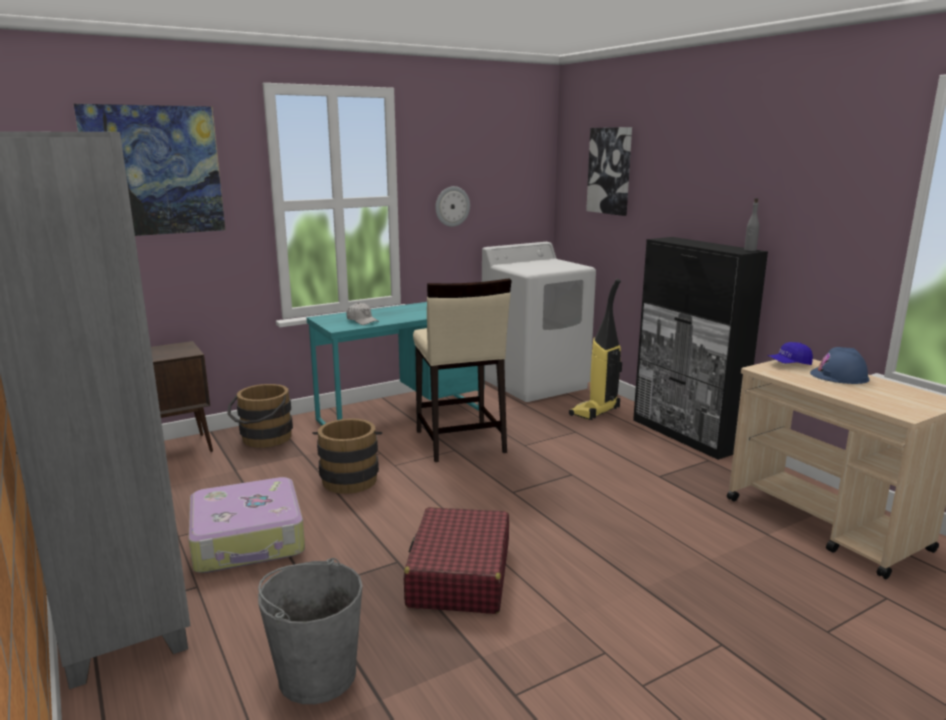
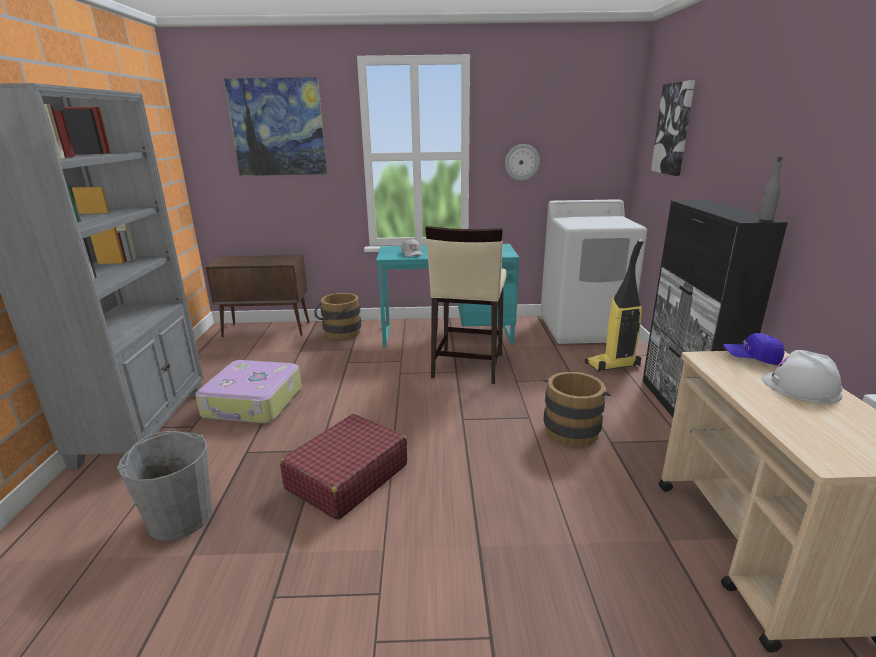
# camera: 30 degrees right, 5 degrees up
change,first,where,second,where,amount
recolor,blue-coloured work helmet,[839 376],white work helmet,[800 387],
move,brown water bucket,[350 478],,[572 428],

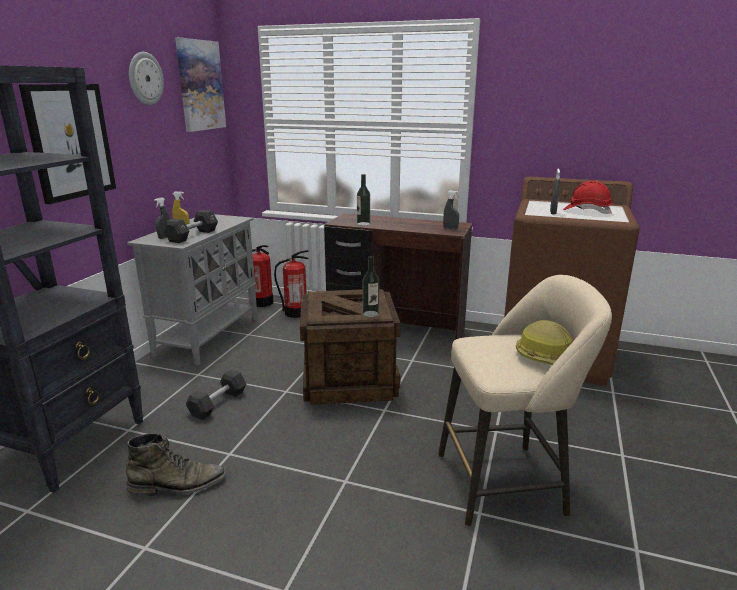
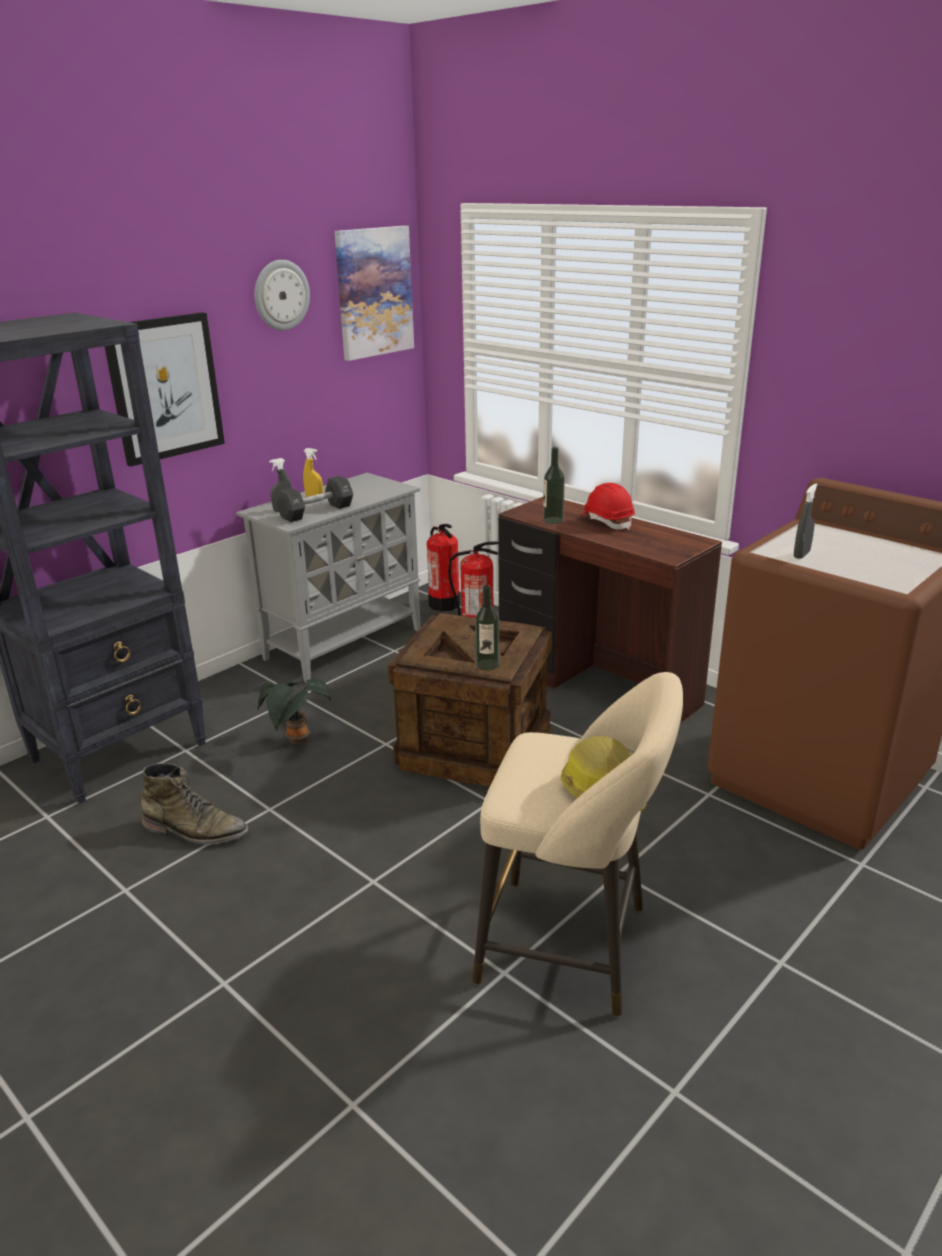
# camera: 25 degrees right, 5 degrees up
change,first,where,second,where,amount
move,red work helmet,[586 211],,[606 521],
delete,grey spray bottle,[450 228],,,
replace,black-coloured dumbbell,[218 403],plant in a pot,[297 741],

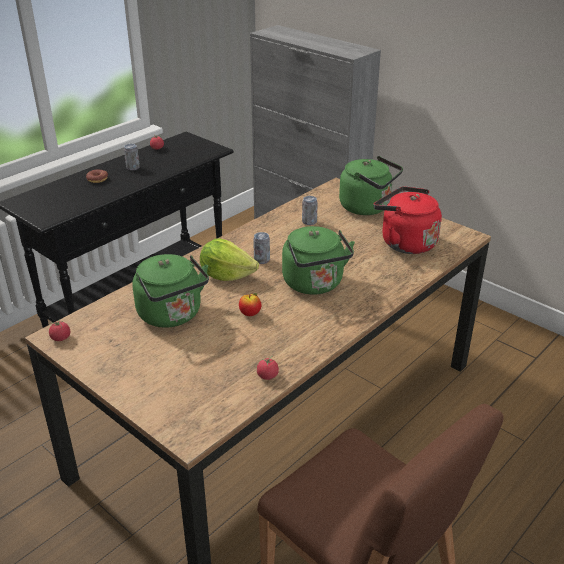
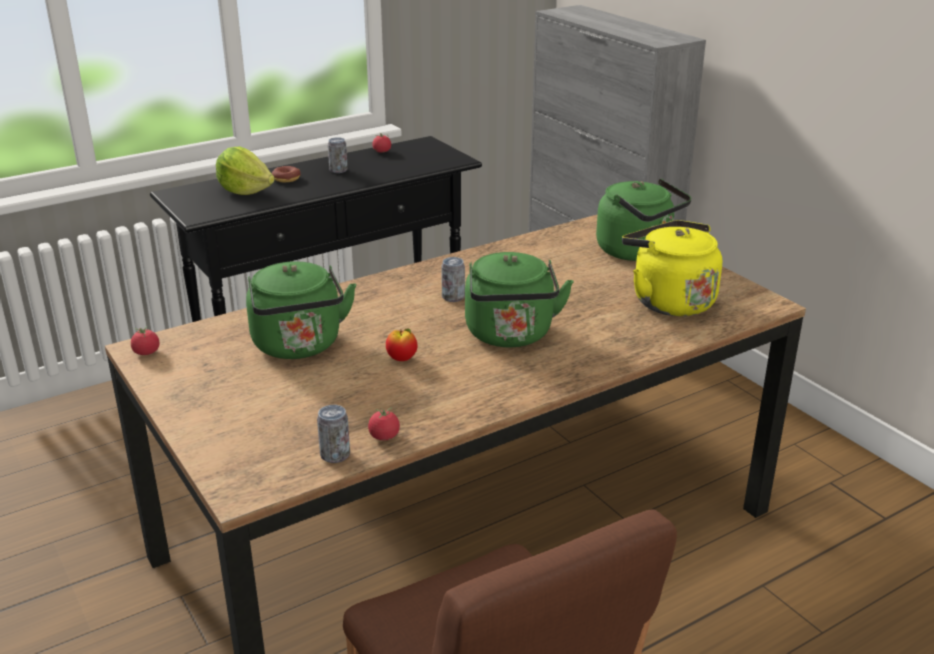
# camera: 15 degrees right, 5 degrees down
change,first,where,second,where,amount
recolor,red kettle,[405 242],yellowish kettle,[668 301],
move,metal can,[309 222],,[335 455],
move,head of lettuce,[226 275],,[245 191],

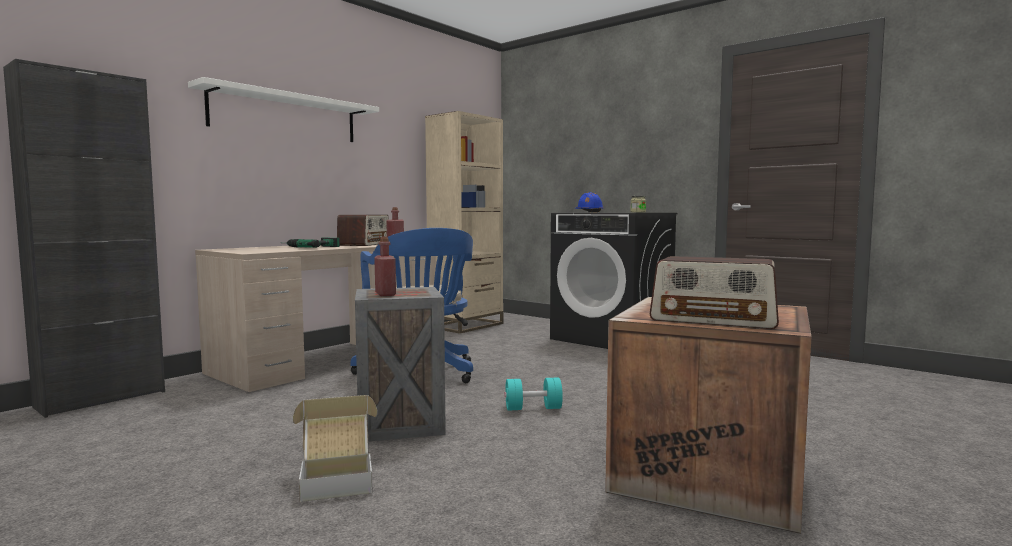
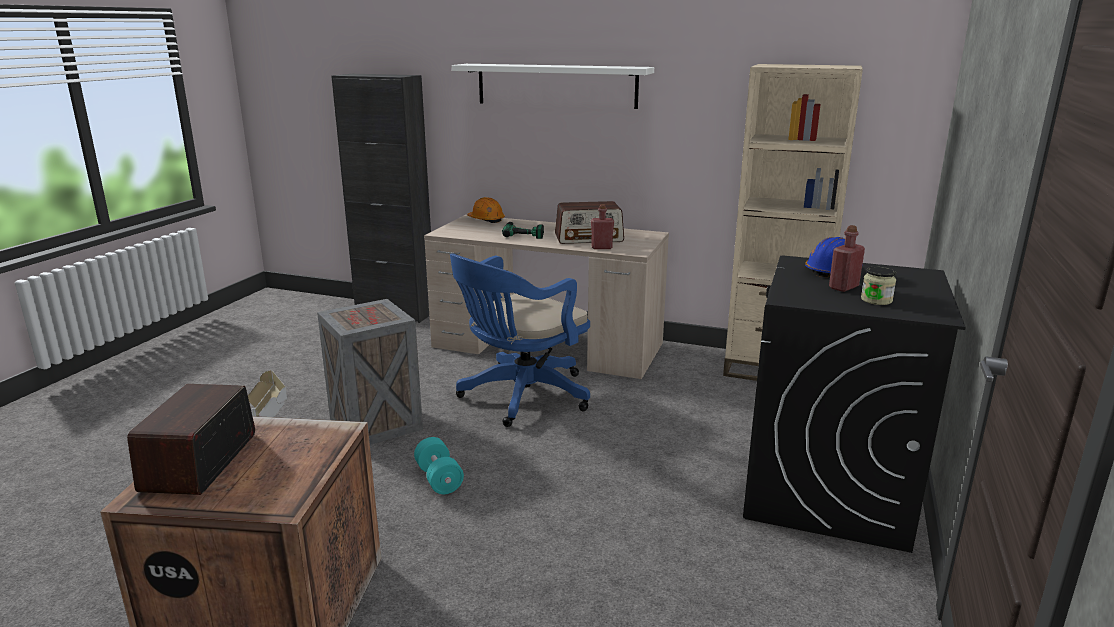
# camera: 70 degrees right, 15 degrees up
change,first,where,second,where,amount
move,red drink bottle,[385 294],,[843 287],
insert,,,orange-coloured work helmet,[486 220],

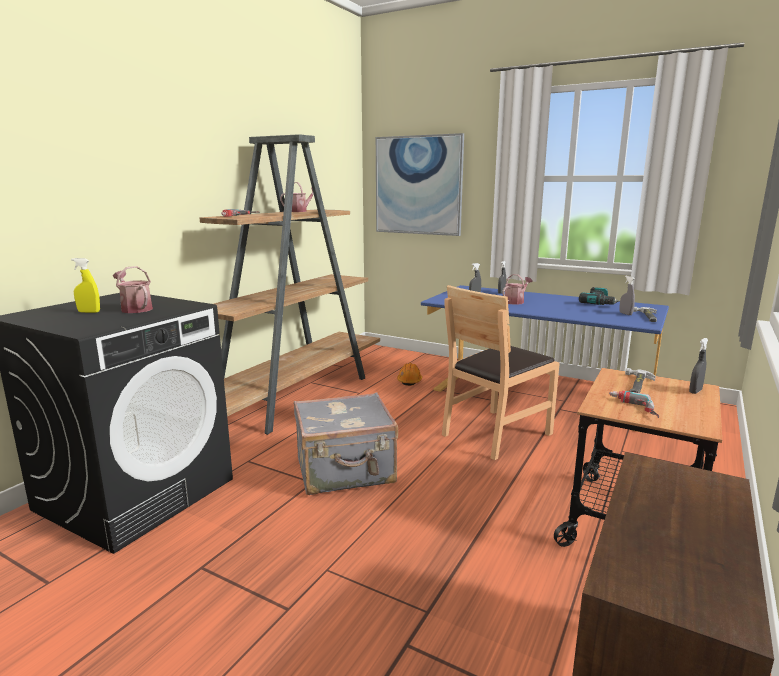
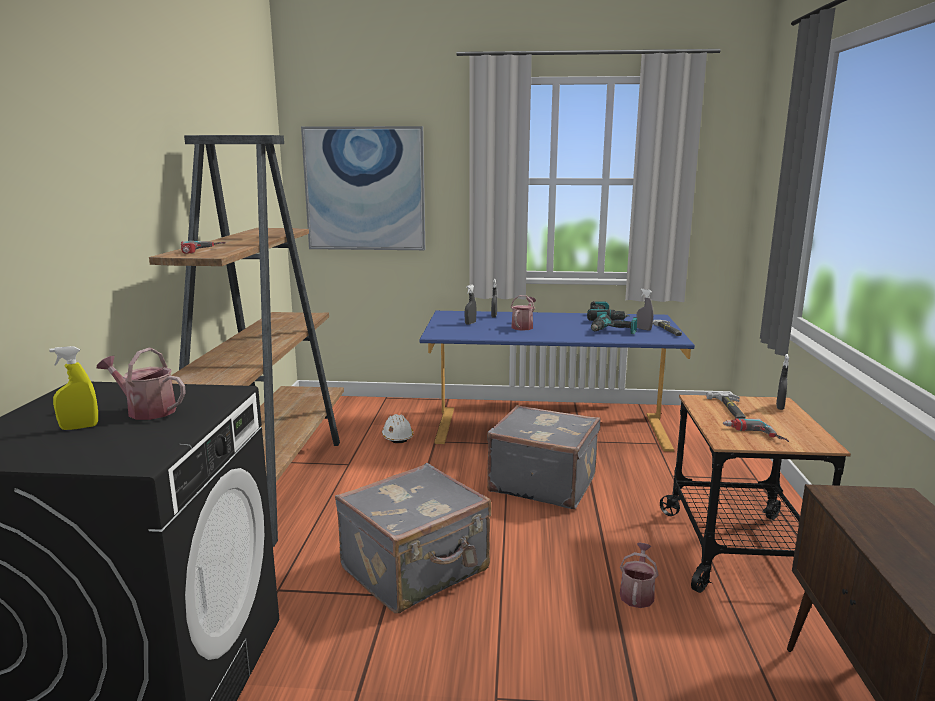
# camera: 25 degrees left, 0 degrees up
change,first,where,second,where,amount
move,sprinkling can,[299 211],,[637 593],
replace,brown plain chair,[495 433],grey suitcase,[543 483],
recolor,orange-coloured work helmet,[409 381],white work helmet,[397 437],
insert,,,power drill,[613 332],

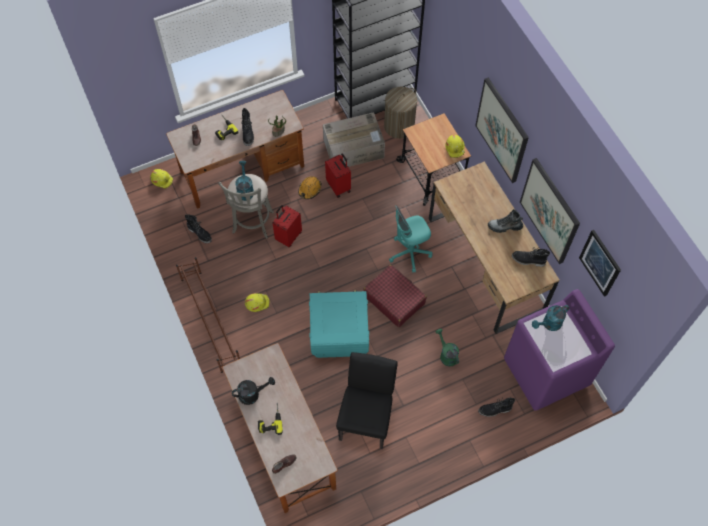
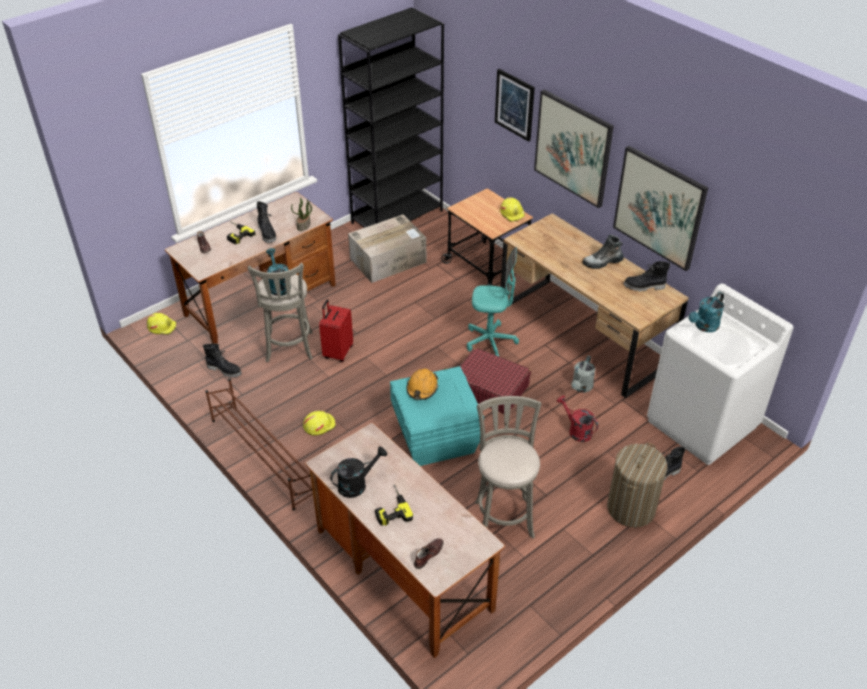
# camera: 15 degrees left, 20 degrees down
change,first,where,second,where,amount
move,washing basket,[399 126],,[631 508],
delete,red suitcase,[339 186],,,
move,orange-coloured work helmet,[309 189],,[422 388],
rotate,turquoise-coloured office chair,[409 253],,[490 341],135 degrees counterclockwise
move,wall art,[600 263],,[515 104],
recolor,purple laundry machine,[546 372],white laundry machine,[702 424],
recolor,greenish sprinkling can,[446 354],red sprinkling can,[576 430],
replace,black-coloured plain chair,[367 416],grey stool,[504 516],
insert,,,grey sprinkling can,[581 387],

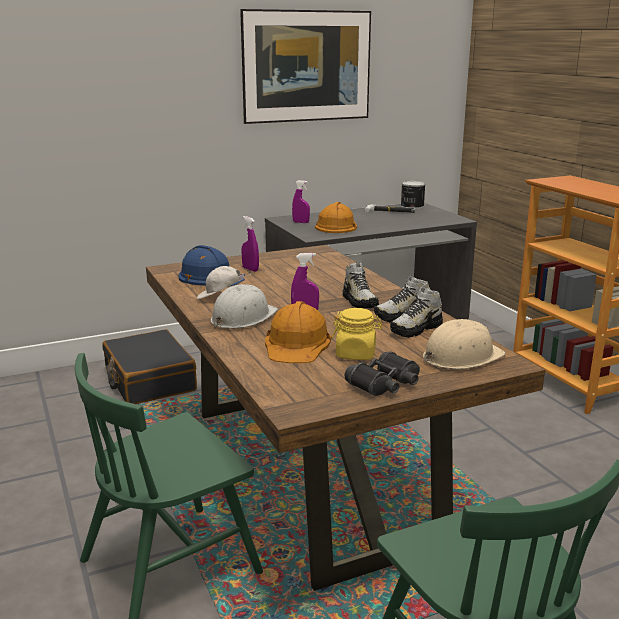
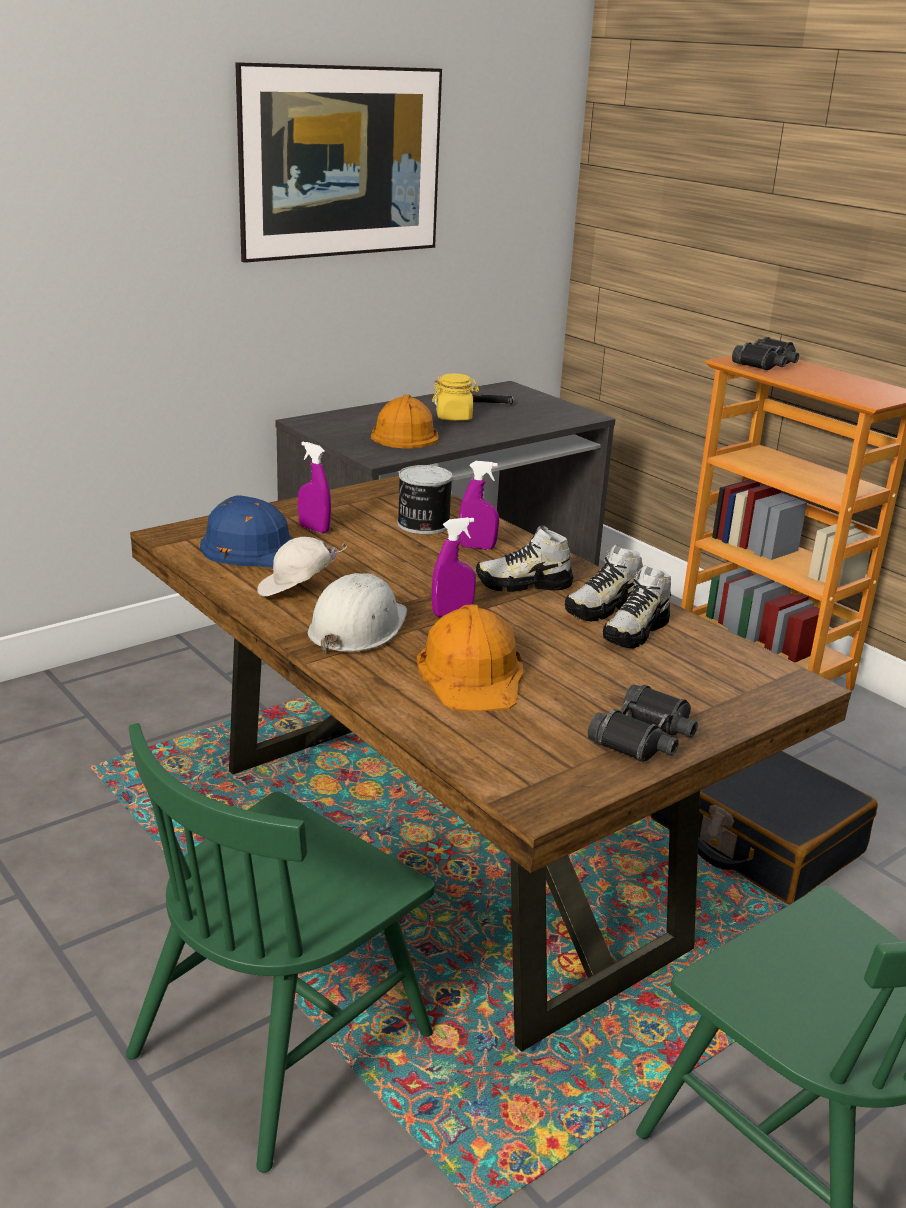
# camera: 15 degrees left, 5 degrees up
change,first,where,second,where,amount
move,purple spray bottle,[301 222],,[477 547],
move,metal can,[411 206],,[422 524],
rotate,shoe,[359 301],,[523 584],120 degrees clockwise
move,yellowish storage jar,[356 354],,[454 417],
delete,sand-coloured work helmet,[461 357],,,
move,black-coloured suitcase,[149 380],,[754 836],
insert,,,black-coloured binoculars,[766 364],

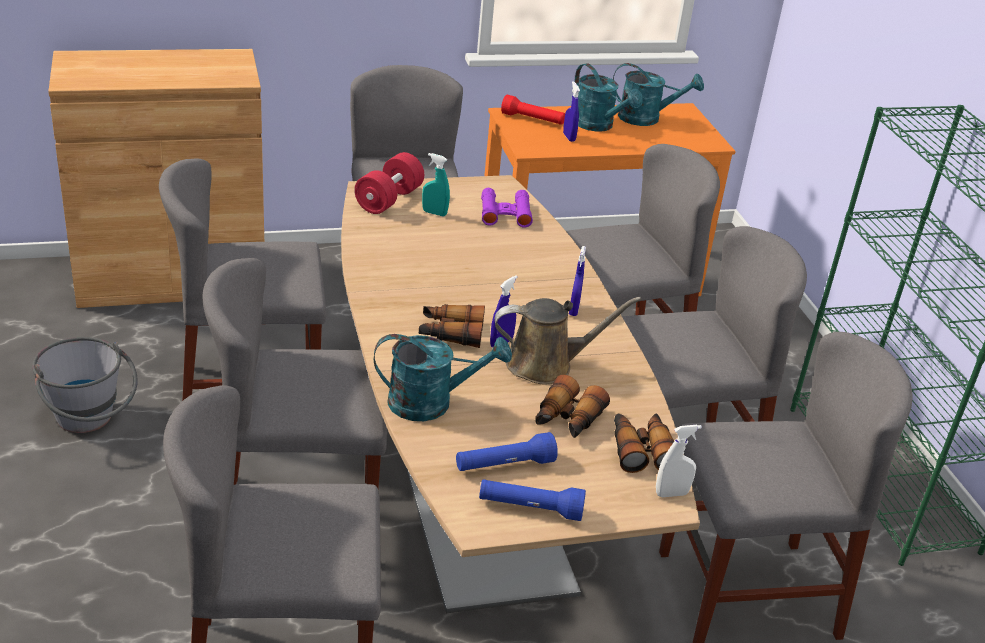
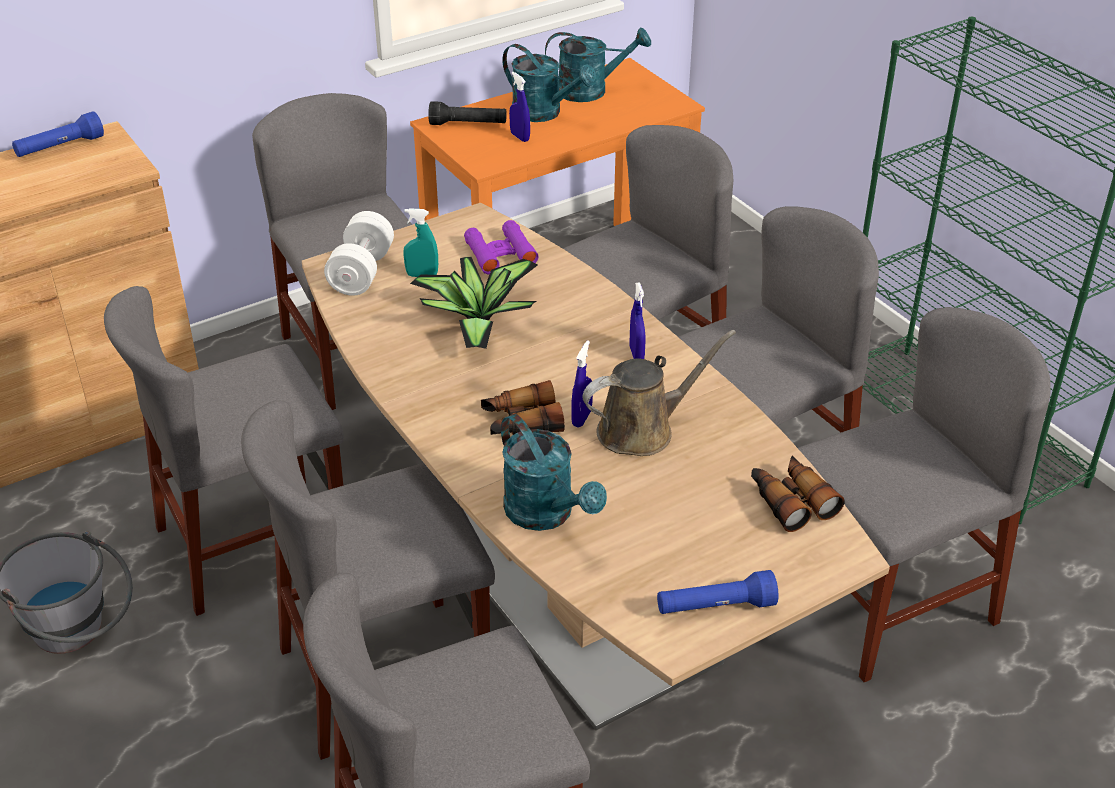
# camera: 15 degrees left, 5 degrees up
change,first,where,second,where,amount
recolor,red hand torch,[532 120],black-coloured hand torch,[468 124],
recolor,red dumbbell,[389 200],white dumbbell,[361 272],
rotate,turquoise-coloured sprinkling can,[431 403],,[547 514],75 degrees clockwise
delete,binoculars,[567 419],,,
delete,white spray bottle,[671 493],,,
move,blue-coloured hand torch,[504 465],,[60 147],
insert,,,plant in a pot,[477 319],

